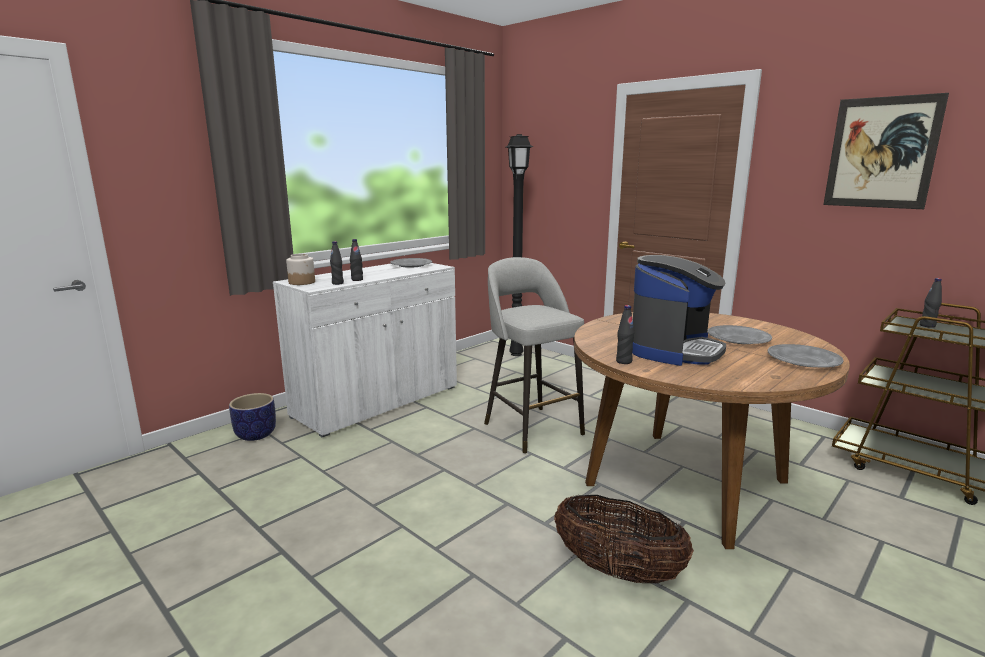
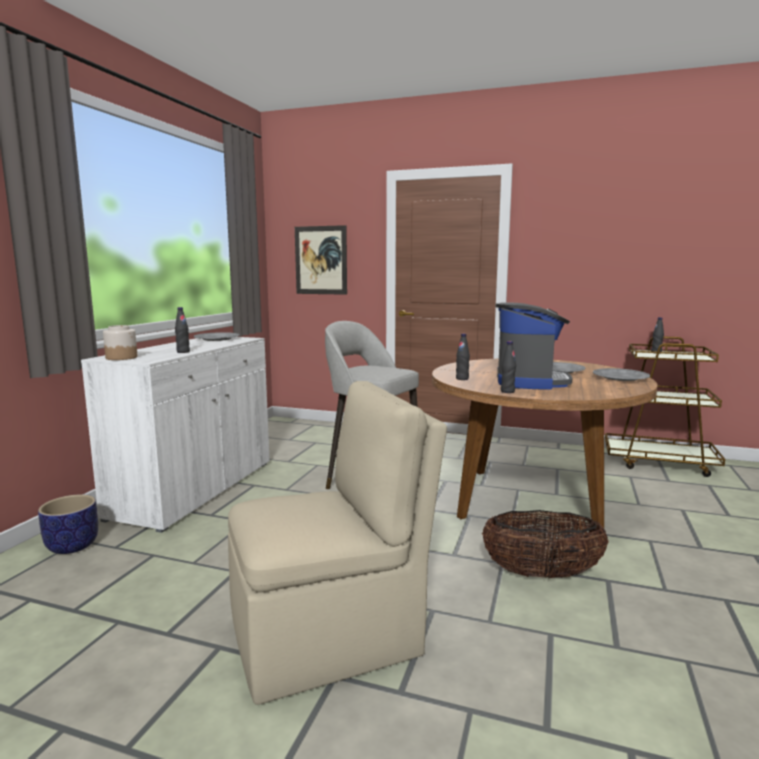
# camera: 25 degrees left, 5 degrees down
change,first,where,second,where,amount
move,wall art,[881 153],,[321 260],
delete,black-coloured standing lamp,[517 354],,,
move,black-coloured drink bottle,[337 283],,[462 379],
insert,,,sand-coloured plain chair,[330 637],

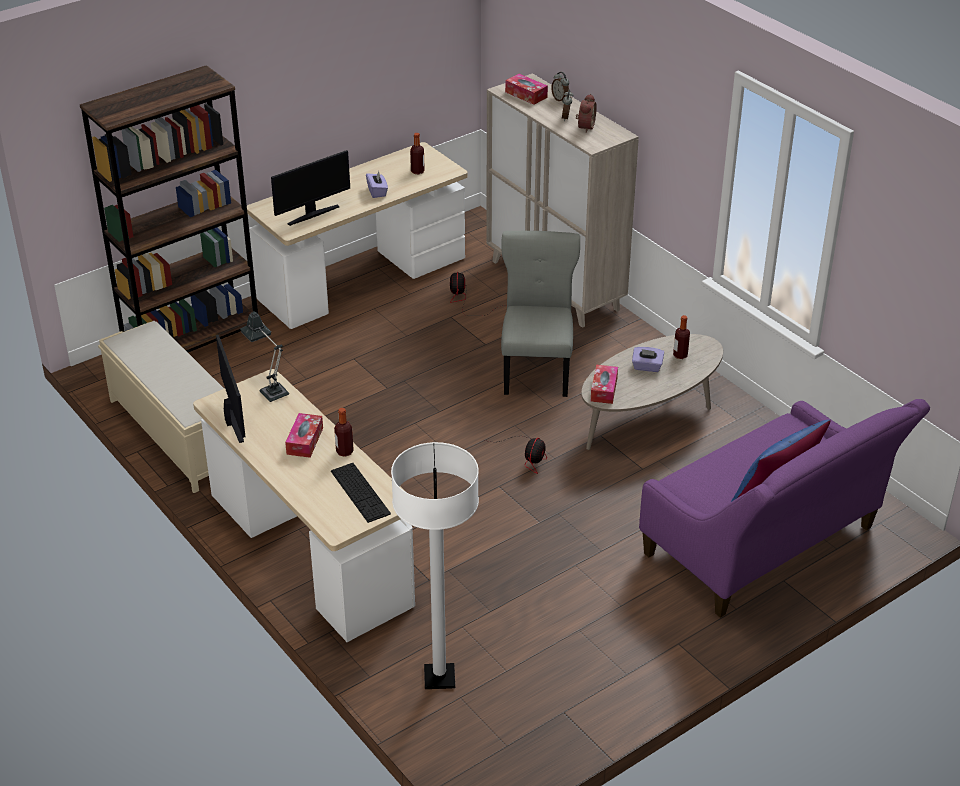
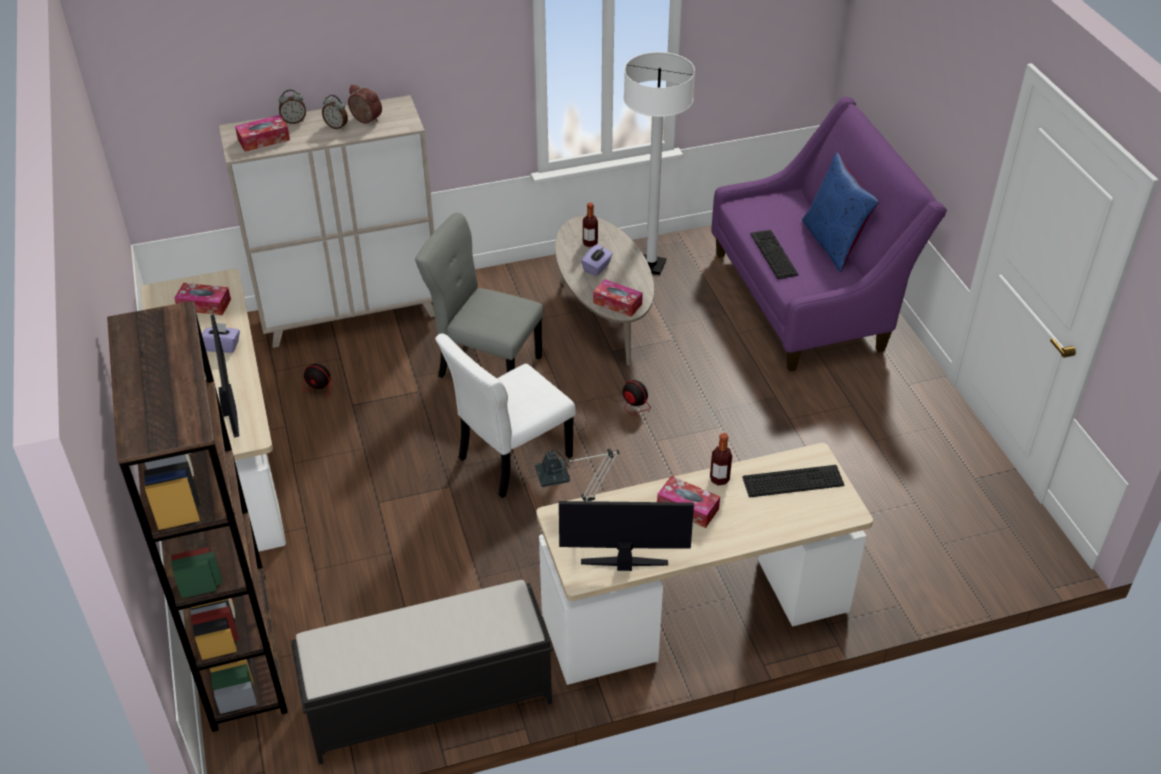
# camera: 70 degrees left, 5 degrees up
change,first,where,second,where,amount
replace,drink bottle,[417 171],box of tissues,[204 305],
recolor,sand-coloured bench,[176 433],black-coloured bench,[427 701],
move,white standing lamp,[439 677],,[651 266],
insert,,,keyboard,[773 254],
insert,,,white plain chair,[510 459],

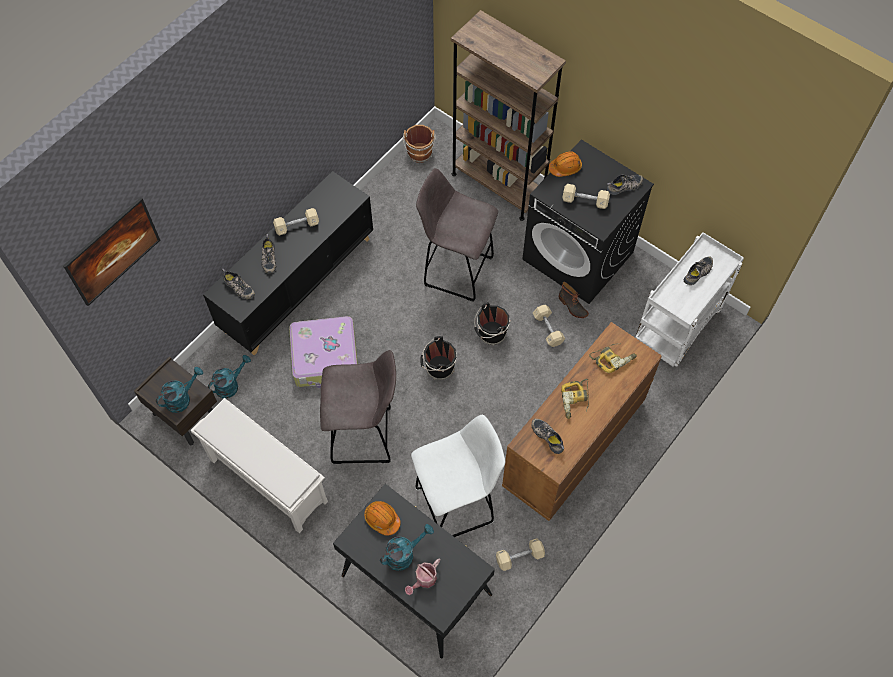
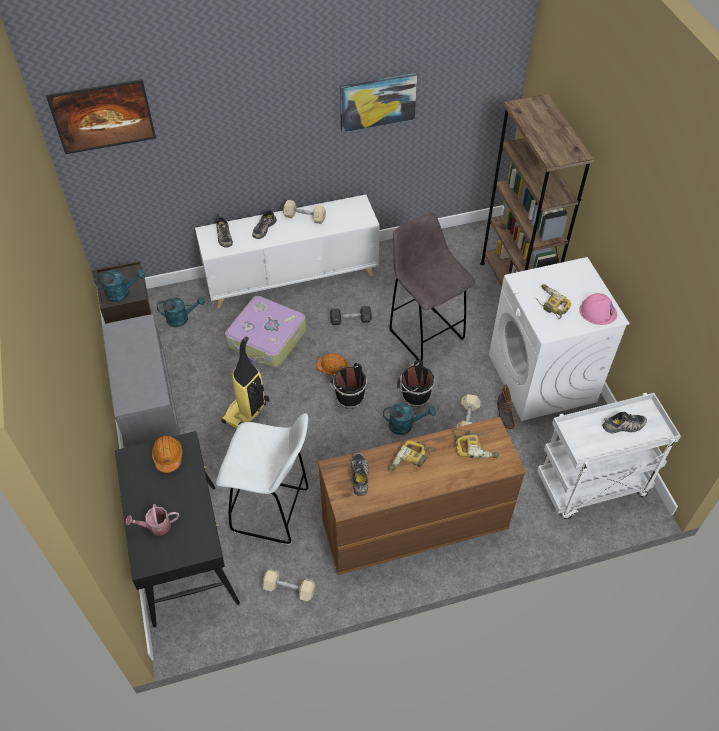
# camera: 35 degrees right, 10 degrees down
change,first,where,second,where,amount
delete,brown water bucket,[420 154],,,
recolor,black-coloured laundry machine,[578 256],white laundry machine,[542 378],
move,orange-coloured work helmet,[565 167],,[333 367],
recolor,black-coloured cabinet,[298 284],white cabinet,[292 277],
replace,shoe,[624 187],pink work helmet,[598 312],
replace,sand-coloured dumbbell,[585 201],power drill,[550 304],
replace,grey stool,[364 435],vacuum cleaner,[246 412],
replace,white shoe shelf,[266 480],grey bench,[146 400],
move,turquoise-coloured sprinkling can,[404 554],,[405 425],
insert,,,wall art,[377 102],
insert,,,black-coloured dumbbell,[350 320],

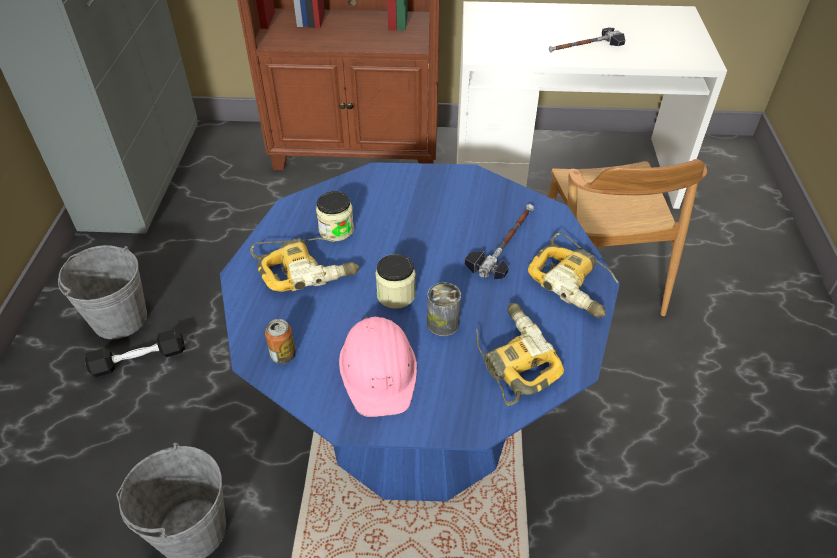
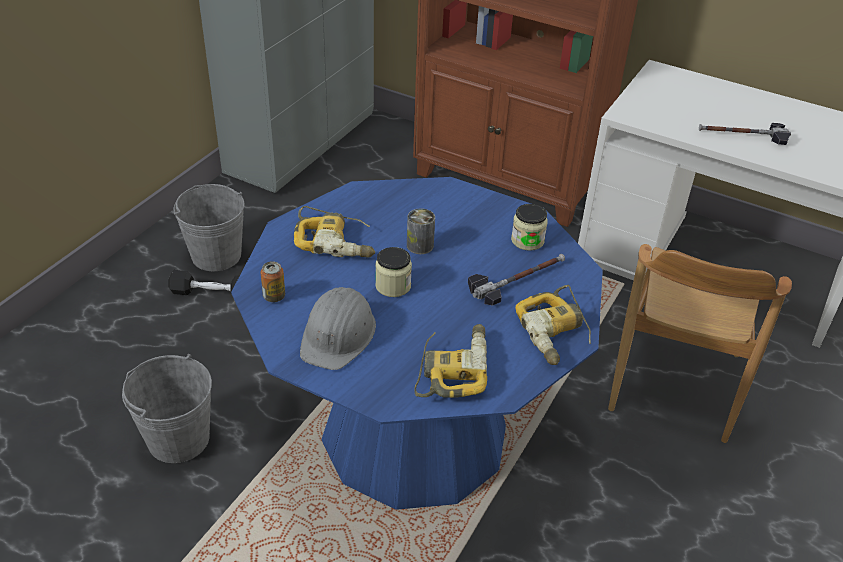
# camera: 25 degrees right, 5 degrees down
change,first,where,second,where,amount
move,storage jar,[336 230],,[527 240],
move,metal can,[443 323],,[420 245],
recolor,pink work helmet,[379 370],grey work helmet,[338 334],

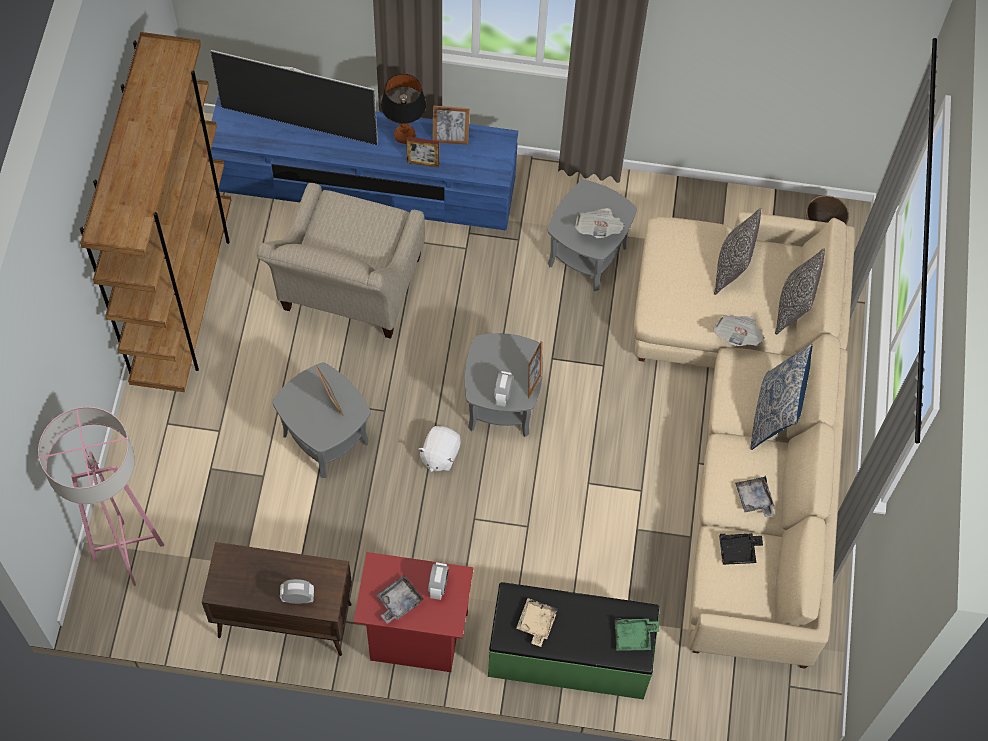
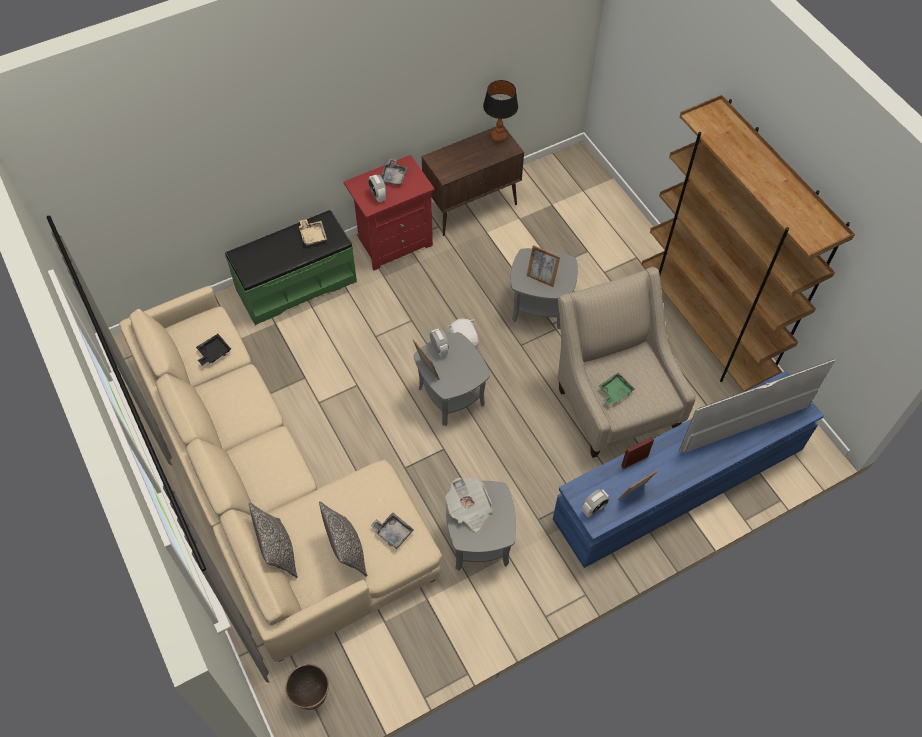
# camera: 145 degrees right, 5 degrees down
change,first,where,second,where,amount
move,lamp for a table,[404 136],,[498 136],
delete,printed paper,[738 336],,,
delete,pillow,[774 414],,,
delete,pink standing lamp,[128 553],,,
move,grey tray,[754 499],,[393 532],
move,bedside clock,[298 598],,[593 509],
move,greenish tray,[634 637],,[614 392],

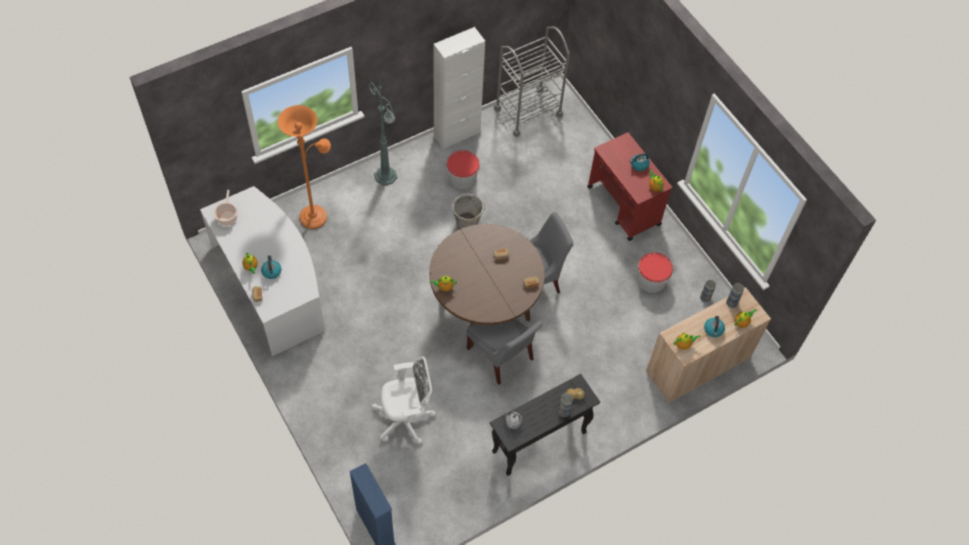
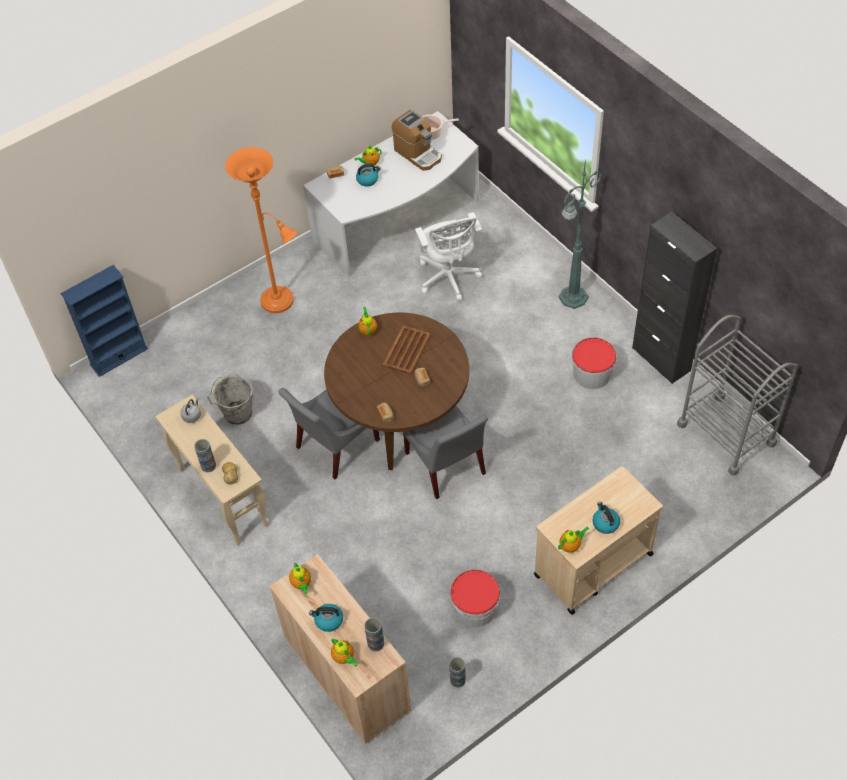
# camera: 90 degrees right, 5 degrees down
change,first,where,second,where,amount
recolor,white cabinet,[457 134],black-coloured cabinet,[661 359],
move,orange-coloured standing lamp,[316 215],,[281 302],
recolor,red cart,[624 206],sand-coloured cart,[592 565],
move,grey water bucket,[467 224],,[237 414],
move,white office chair,[406 419],,[448 279],
recolor,black-coloured narrow table,[538 442],sand-coloured narrow table,[222 496],
insert,,,coffee brewer,[418 154],
insert,,,brown tray,[406 350],

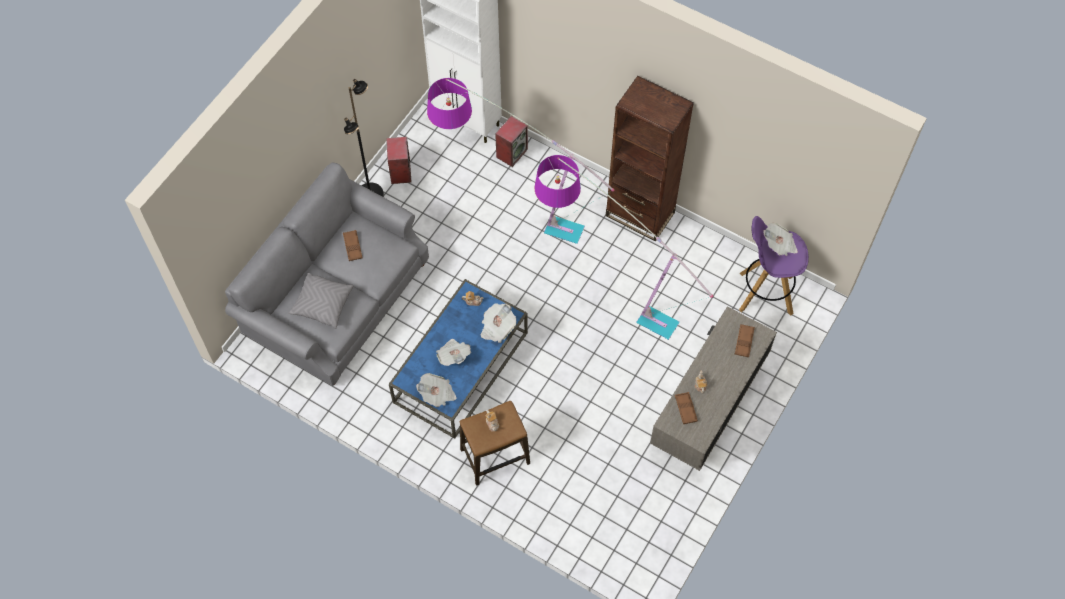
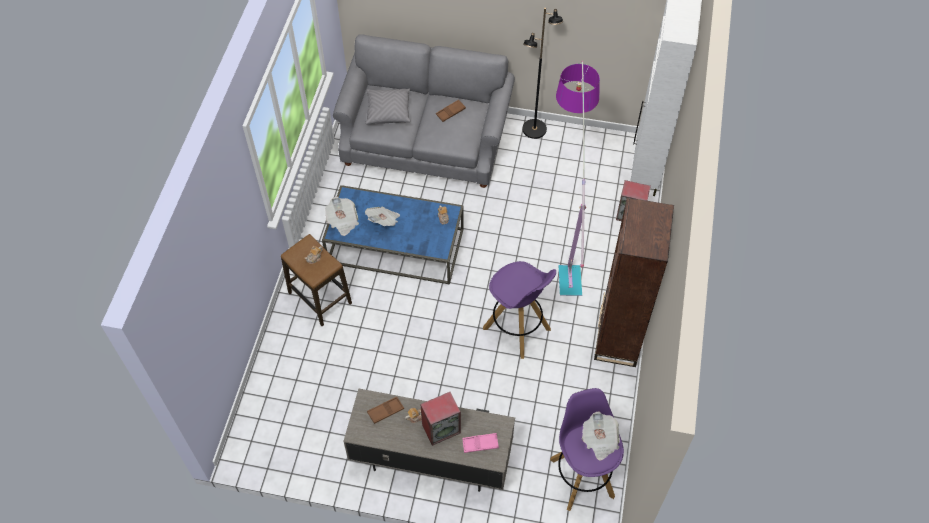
# camera: 70 degrees right, 5 degrees down
change,first,where,second,where,amount
move,audio speaker,[400 171],,[441 428],
replace,standing lamp,[600 291],purple stool,[517 329],
delete,printed paper,[497 327],,,
recolor,brown tray,[744 342],pink tray,[480 444],

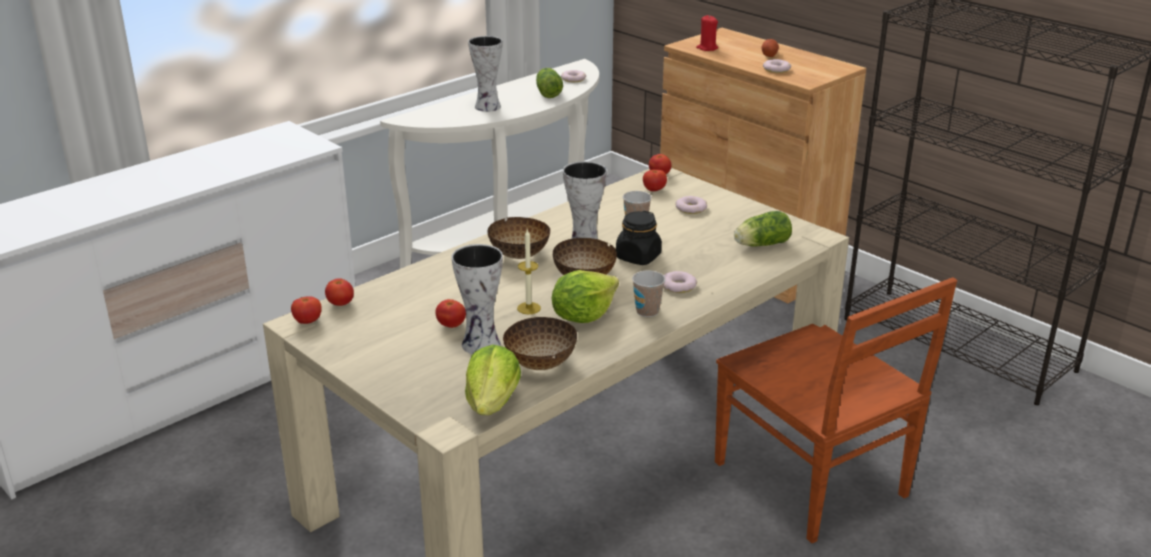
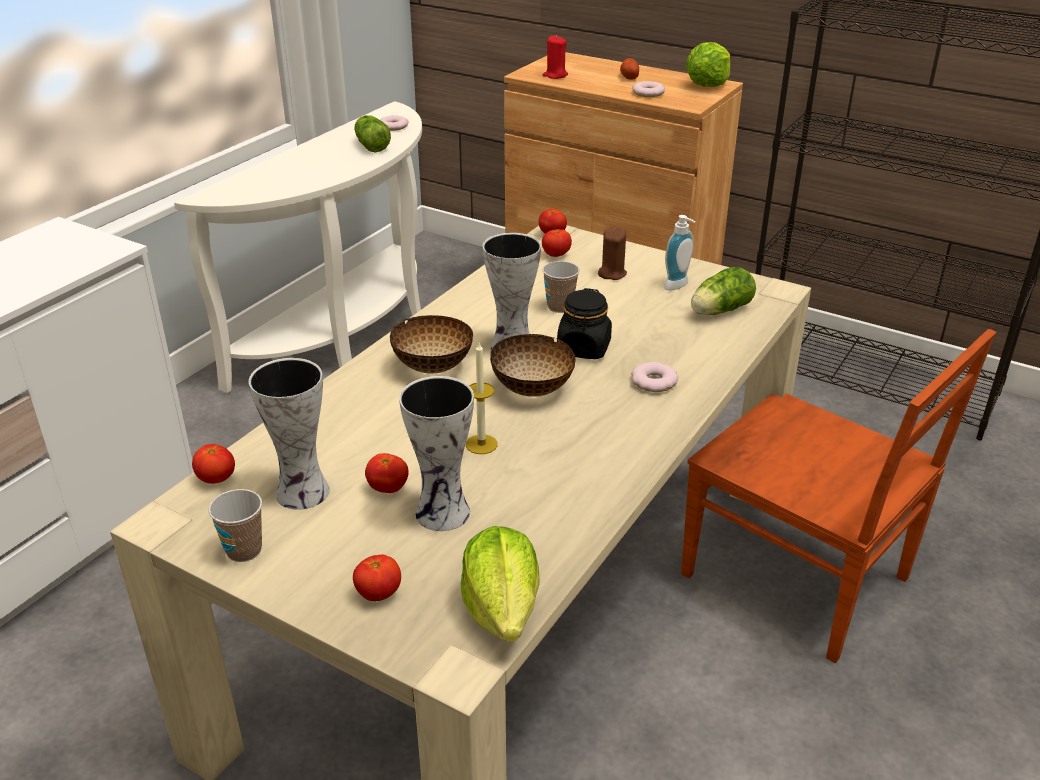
# camera: 15 degrees left, 5 degrees up
change,first,where,second,where,amount
move,decorative vase,[487 107],,[301 493],
replace,ring doughnut,[691 208],brown wax light,[612 273],
move,head of lettuce,[583 316],,[707 85],
move,cup,[647 311],,[244 550],
move,tomato,[308 322],,[378 594],
delete,bowl,[539 364],,,
insert,,,soap bottle,[679 286],

